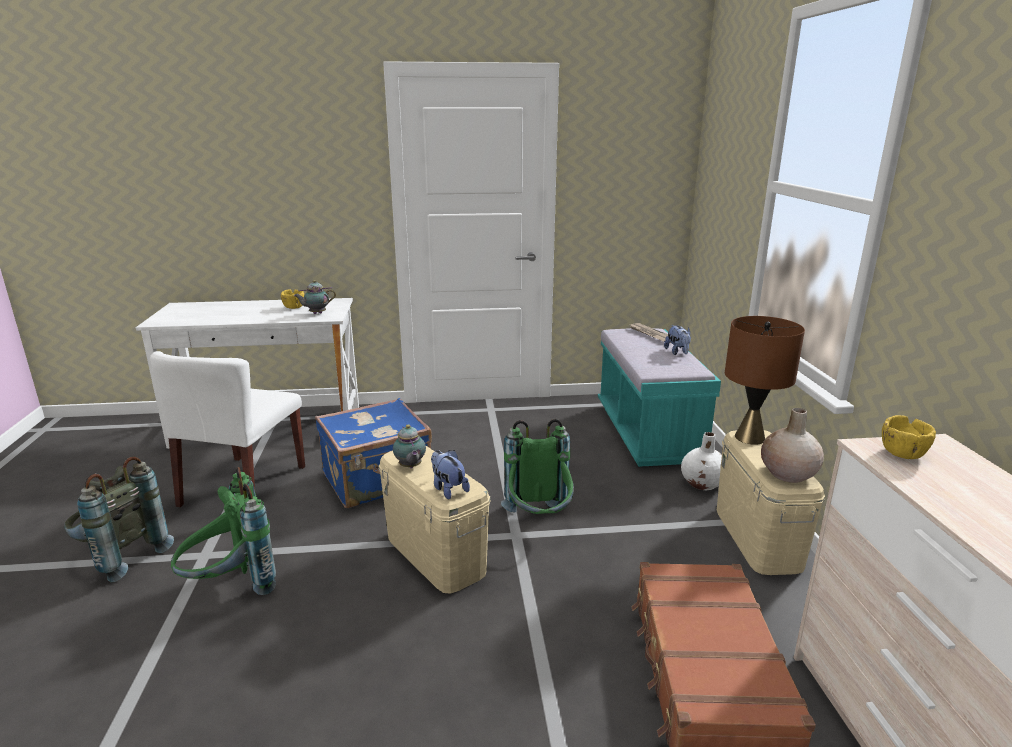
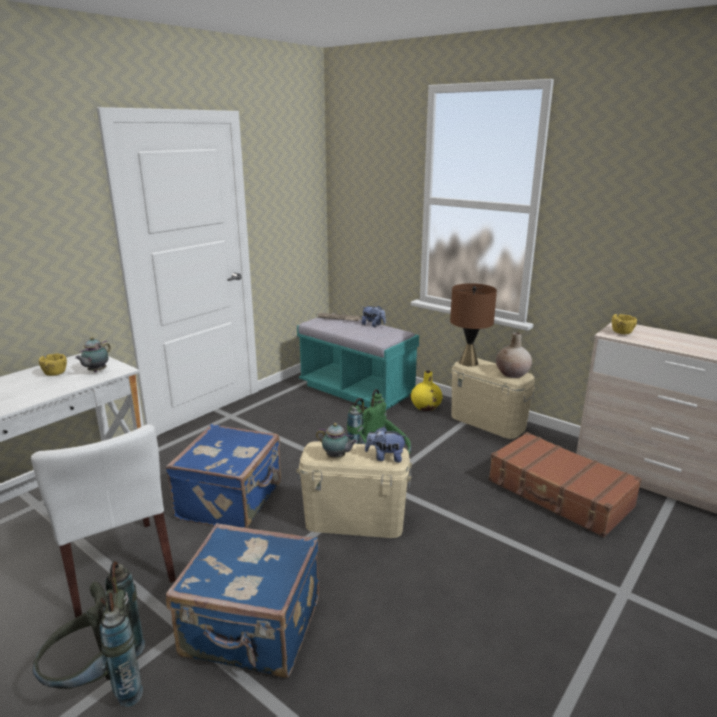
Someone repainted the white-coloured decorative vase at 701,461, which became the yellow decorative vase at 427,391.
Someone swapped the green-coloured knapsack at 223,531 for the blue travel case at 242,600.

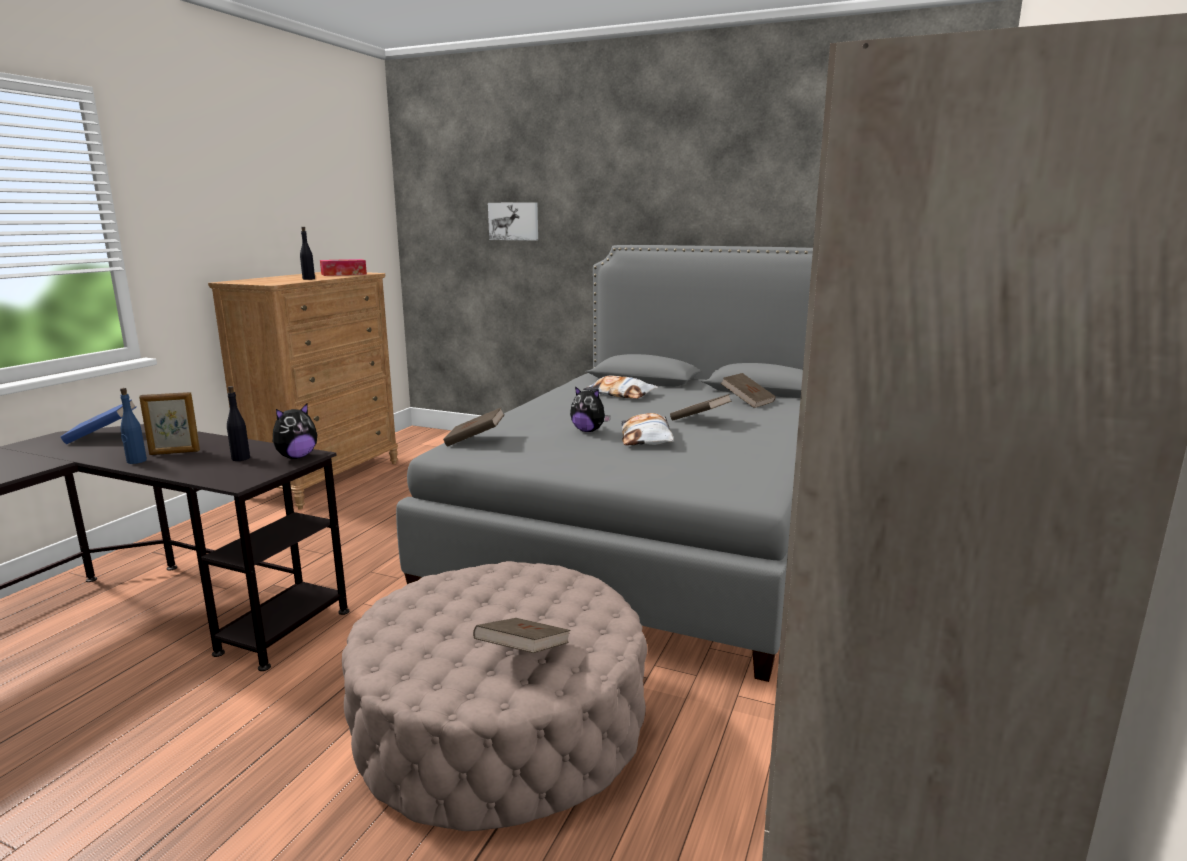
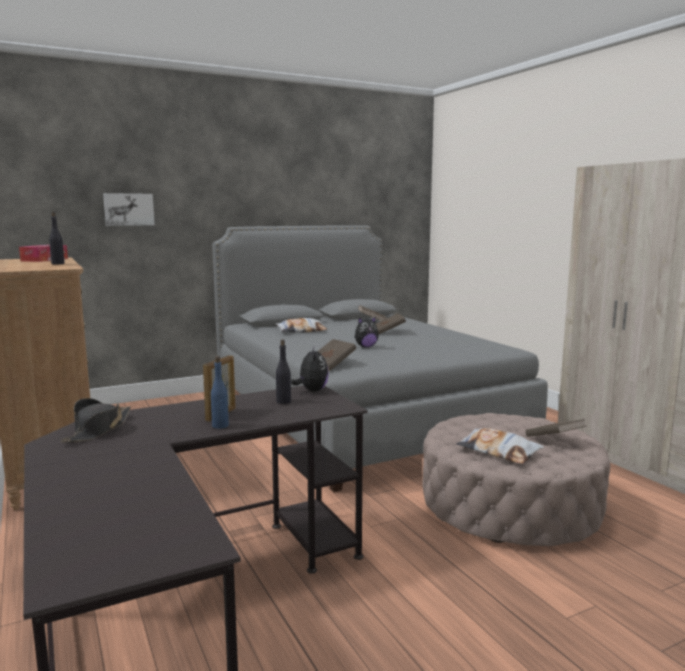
Someone swapped the blue bound book at 99,421 for the black clothing hat at 95,420.
Someone carried the pillow from 648,429 to 500,446.

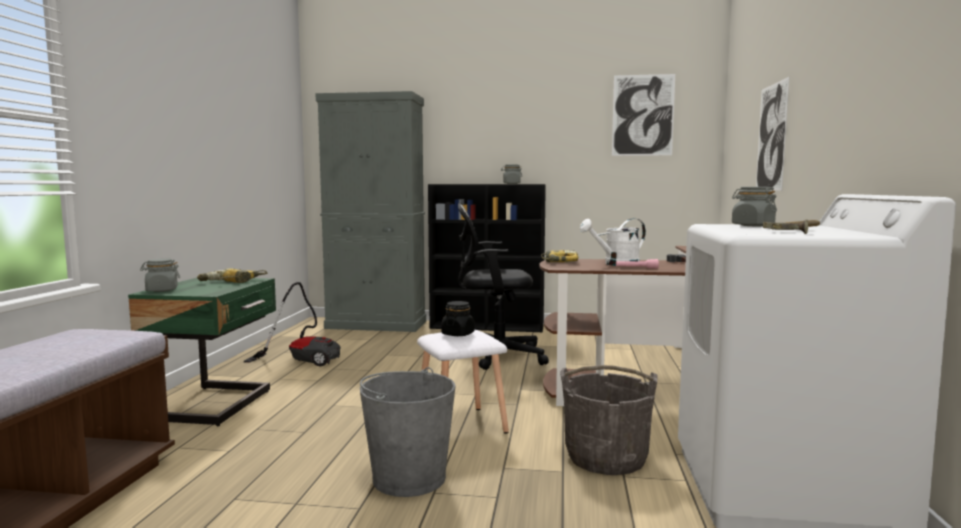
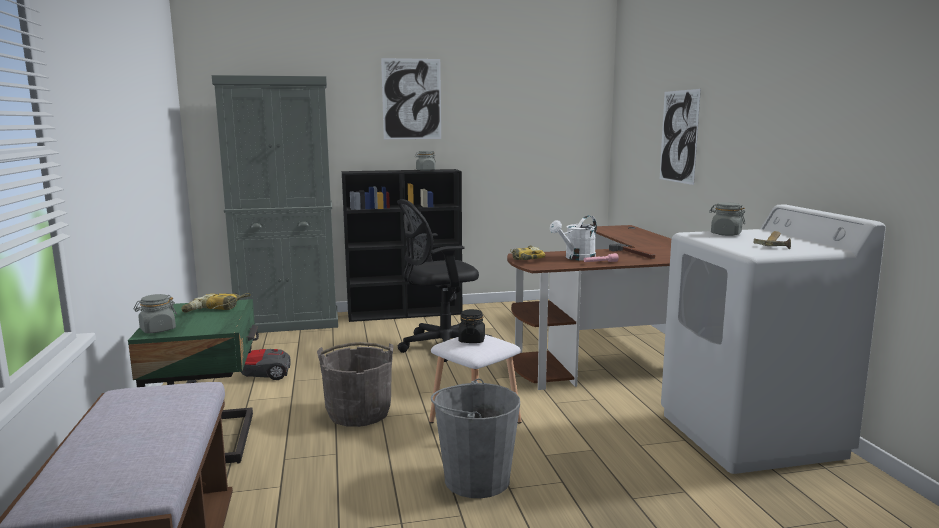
Someone carried the picture from 643,115 to 411,98.
Someone carried the greyish water bucket from 609,420 to 355,384.

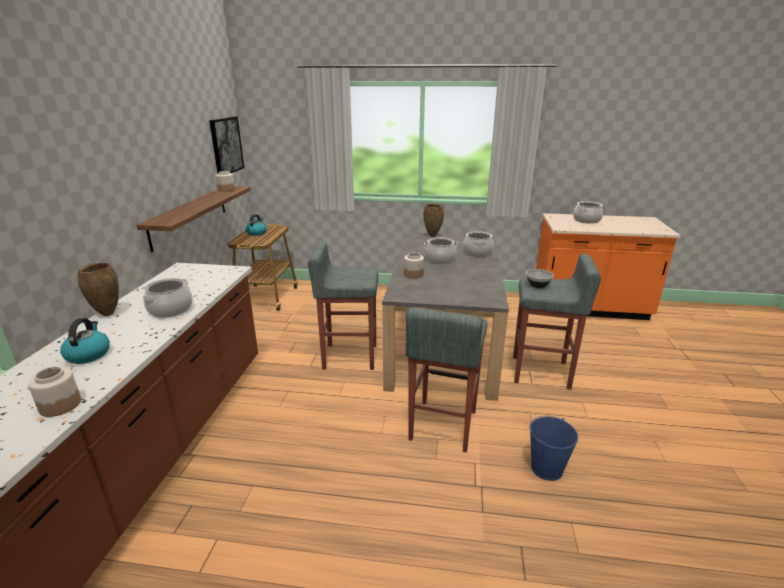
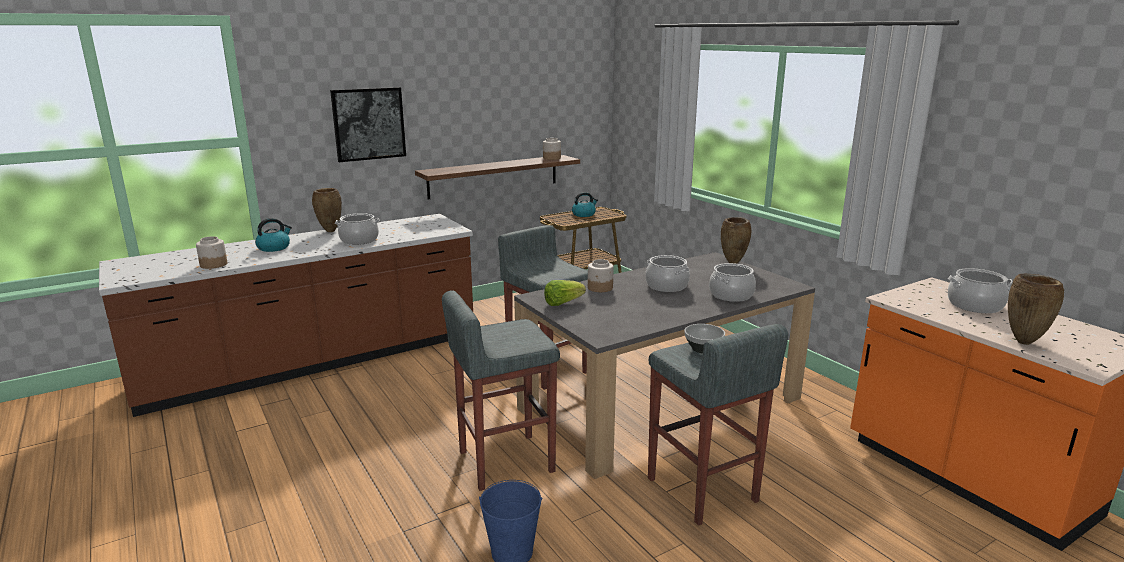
Someone carried the picture from 226,144 to 368,124.
Someone put down the brown decorative vase at 1036,309.
Someone put down the lettuce at 565,293.

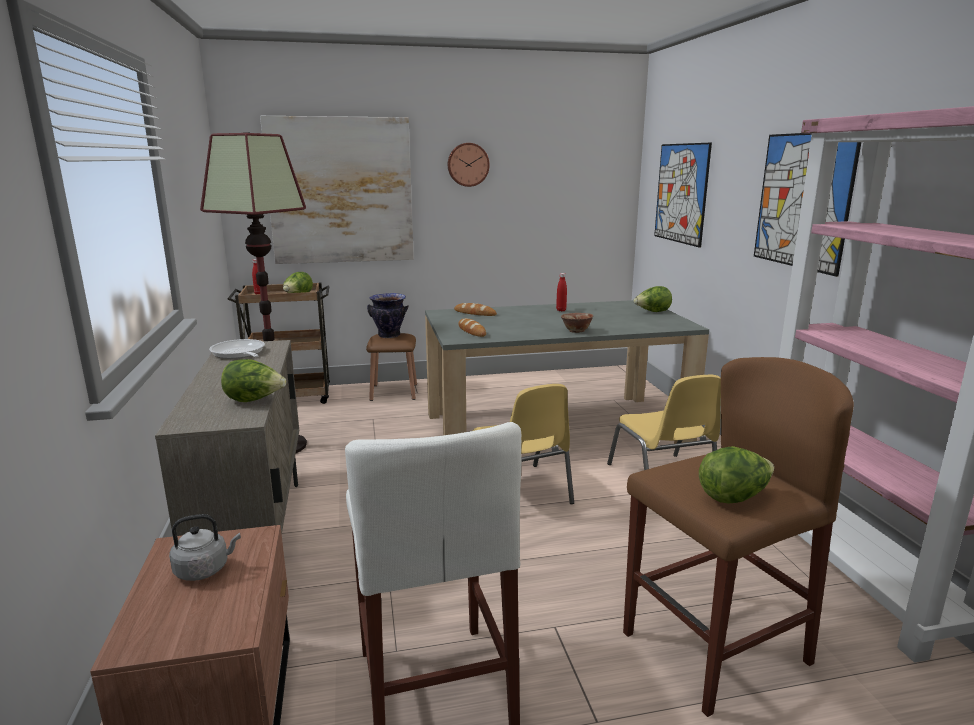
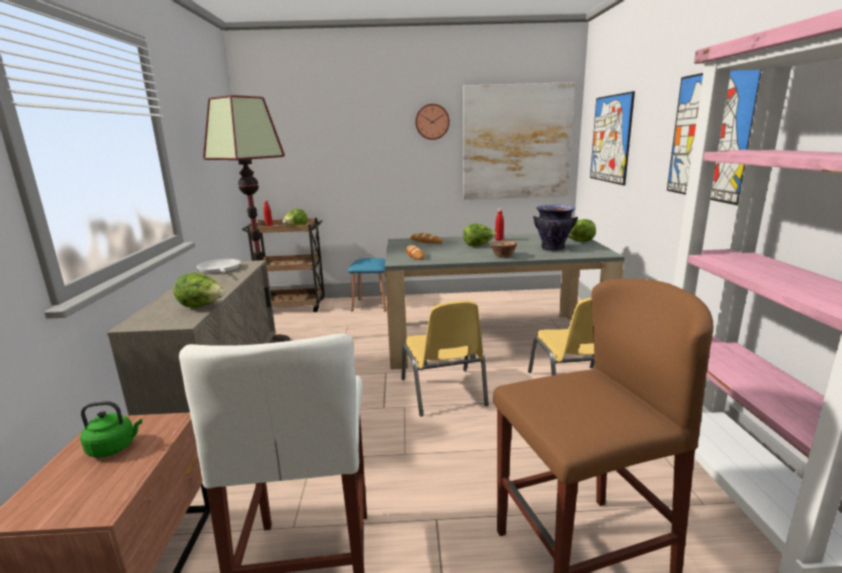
Someone carried the picture from 337,190 to 519,140.
Someone carried the decorative vase from 388,315 to 555,228.
Someone repainted the brown sitting stool at 391,367, which became the blue sitting stool at 367,284.
Someone carried the lettuce from 736,474 to 480,235.
Someone repainted the greyish kettle at 205,547, which became the green-coloured kettle at 111,429.

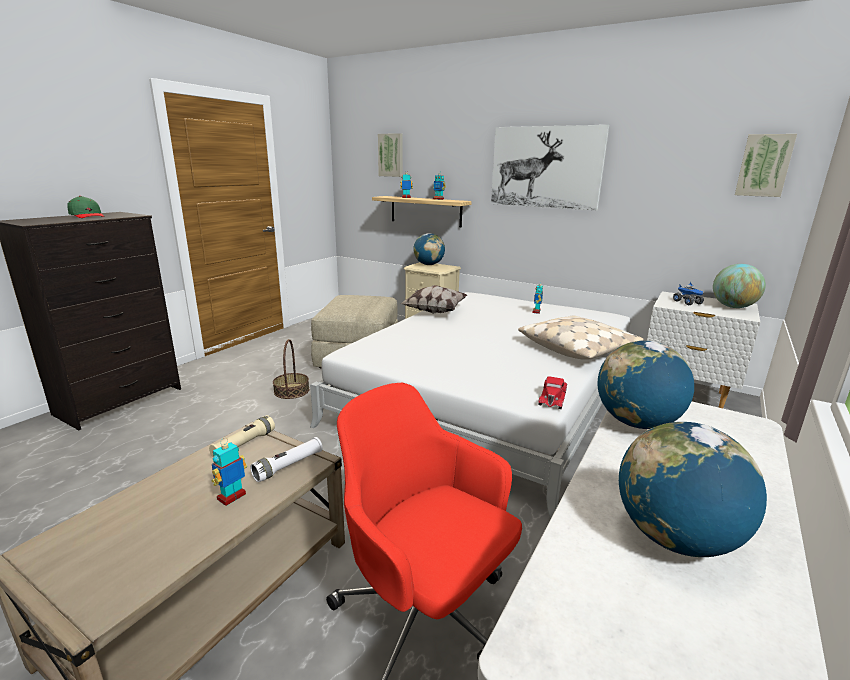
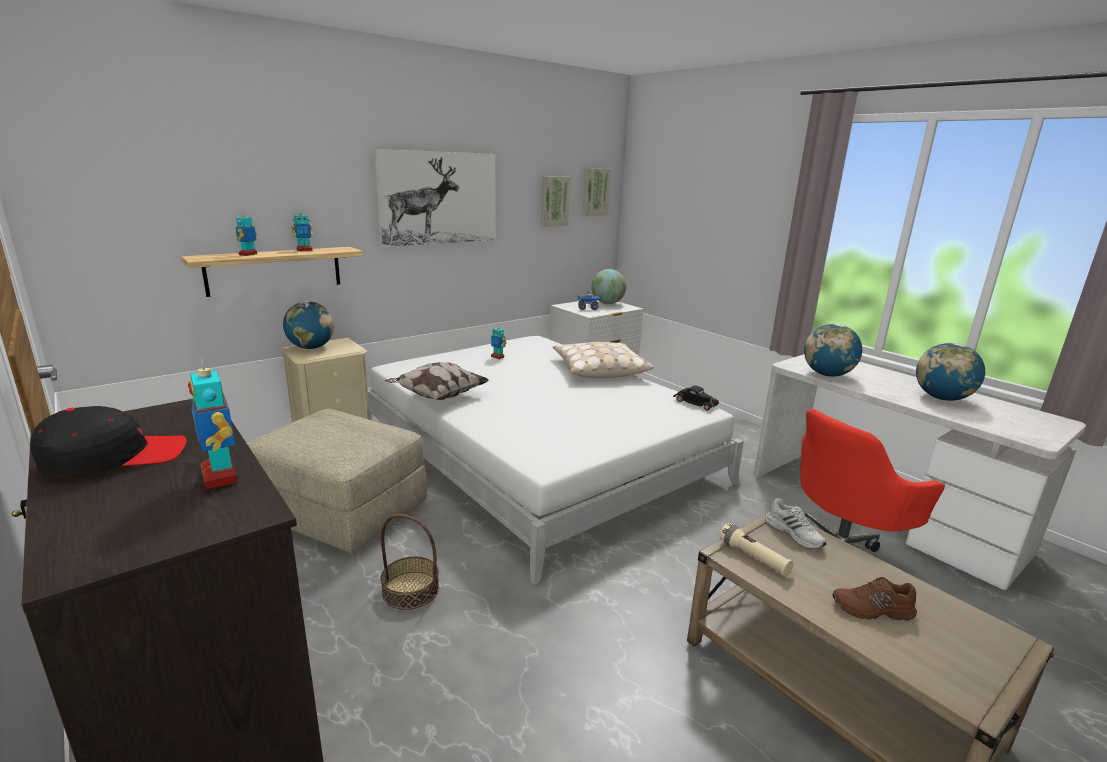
Someone carried the picture from 390,155 to 555,201.
Someone repainted the green-coloured peaked cap at 85,207, which became the black peaked cap at 108,441.
Someone repainted the red-coloured miniature car at 552,393, which became the black miniature car at 696,397.
Someone swapped the white-coloured hand torch at 286,459 for the white-coloured shoe at 795,523.
Someone carried the toy robot from 229,472 to 213,423.
Someone put down the brown shoe at 874,599.

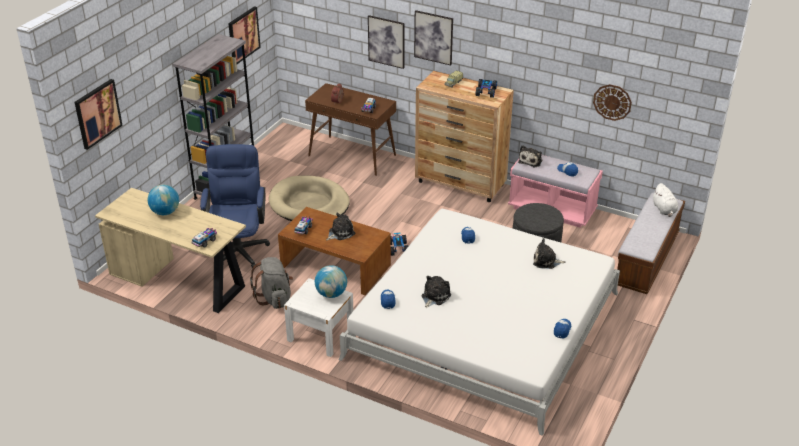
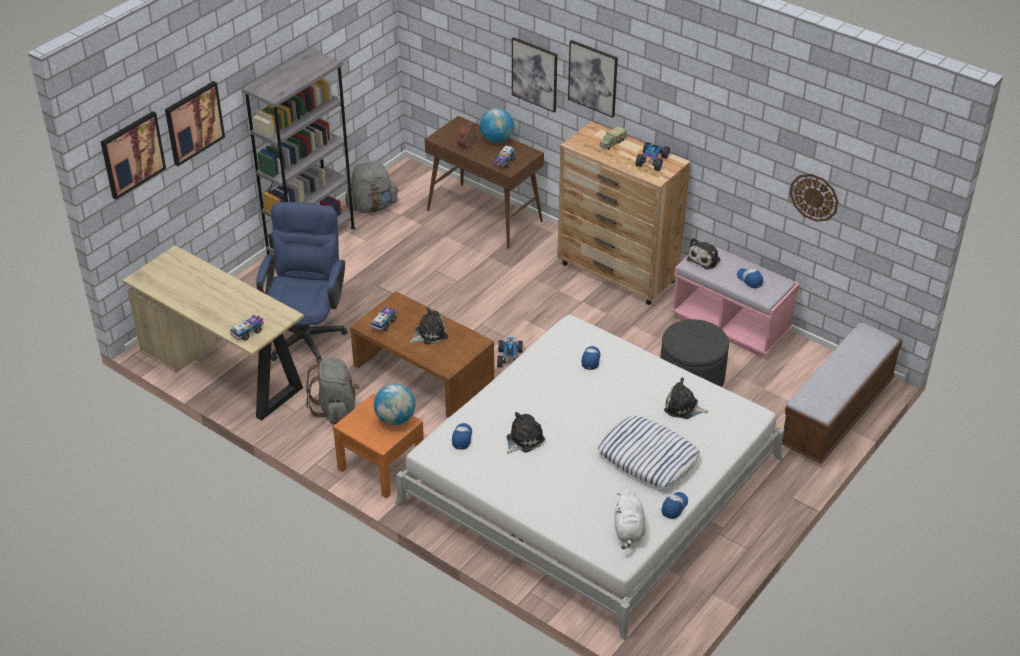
Someone carried the picture from 244,35 to 195,123.
Someone took away the beige dog cushion at 309,198.
Someone carried the white-coloured plush toy from 665,200 to 630,519.
Someone carried the globe from 163,200 to 496,125.
Someone repainted the white-coloured bedside table at 318,317, which became the orange bedside table at 378,446.
Someone put down the greyish knapsack at 372,187.
Someone put down the pillow at 649,452.

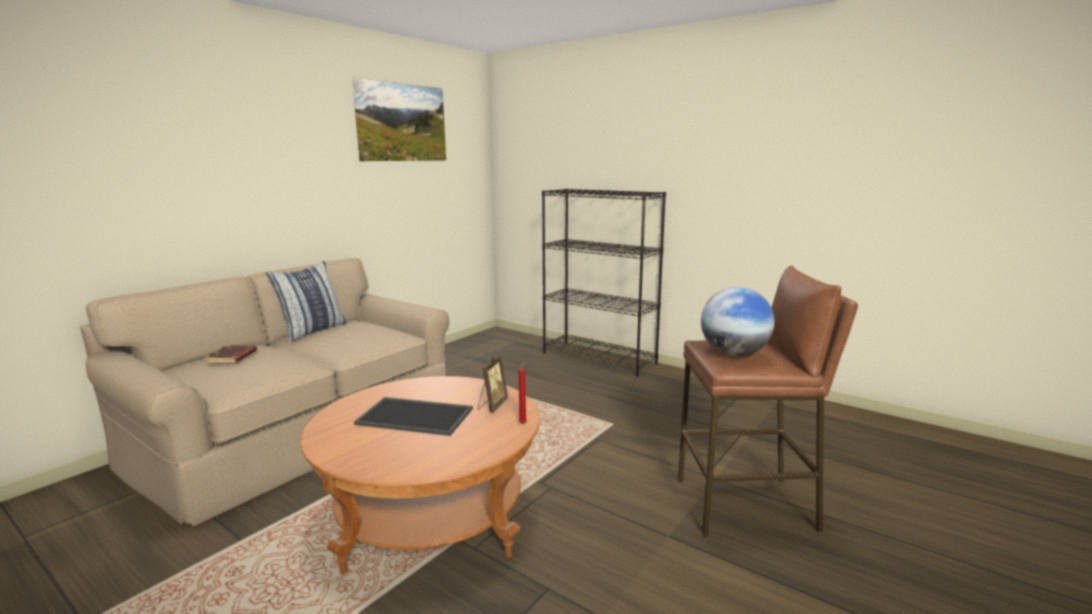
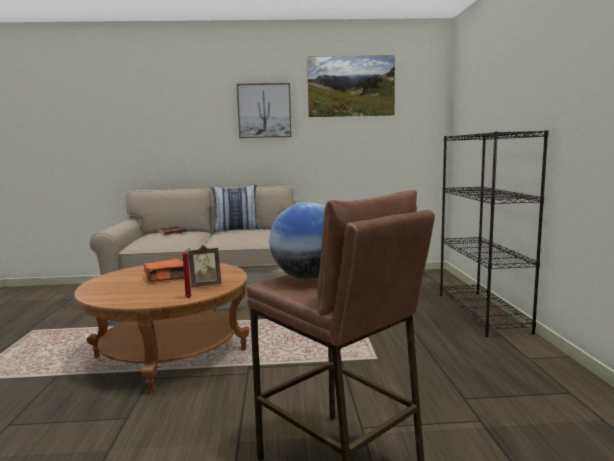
Someone swapped the carrying tray at 413,416 for the orange bound book at 164,270.
Someone put up the picture at 264,110.

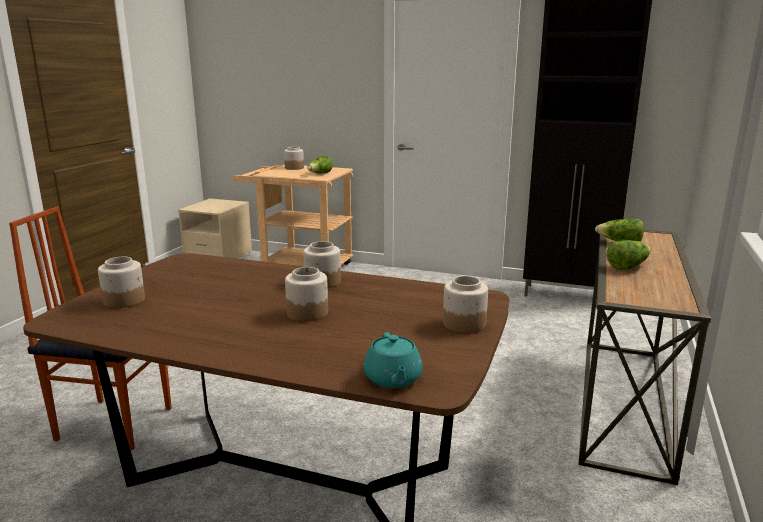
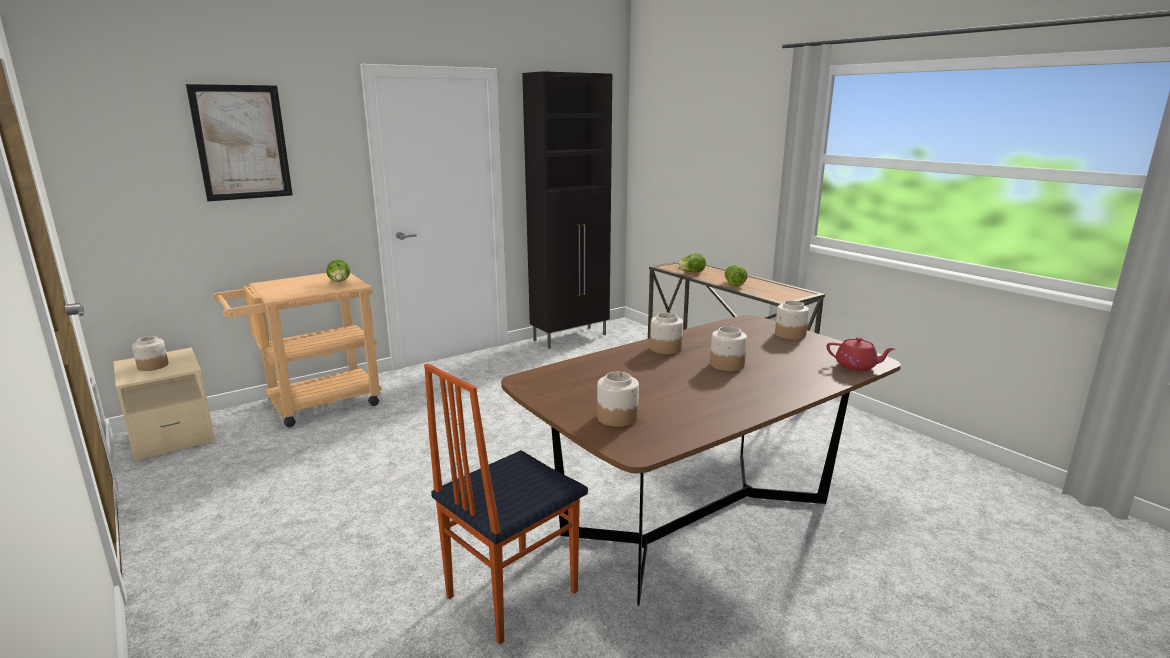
Someone carried the storage jar from 294,158 to 150,353.
Someone repainted the turquoise-coloured tea pot at 393,360, which became the red-coloured tea pot at 861,354.
Someone put up the picture at 239,142.

